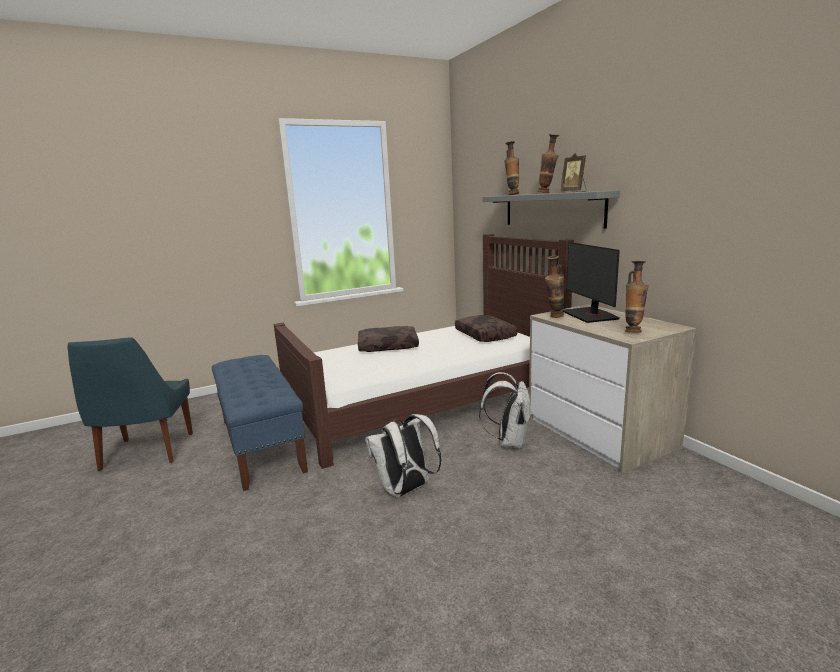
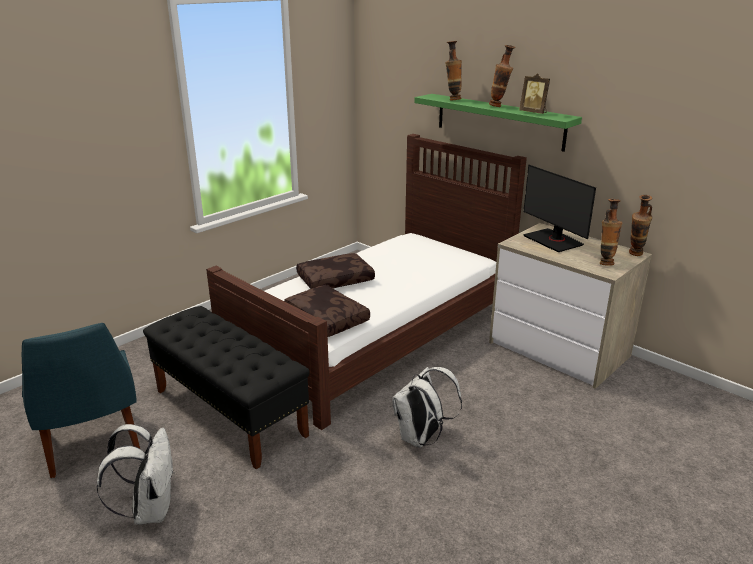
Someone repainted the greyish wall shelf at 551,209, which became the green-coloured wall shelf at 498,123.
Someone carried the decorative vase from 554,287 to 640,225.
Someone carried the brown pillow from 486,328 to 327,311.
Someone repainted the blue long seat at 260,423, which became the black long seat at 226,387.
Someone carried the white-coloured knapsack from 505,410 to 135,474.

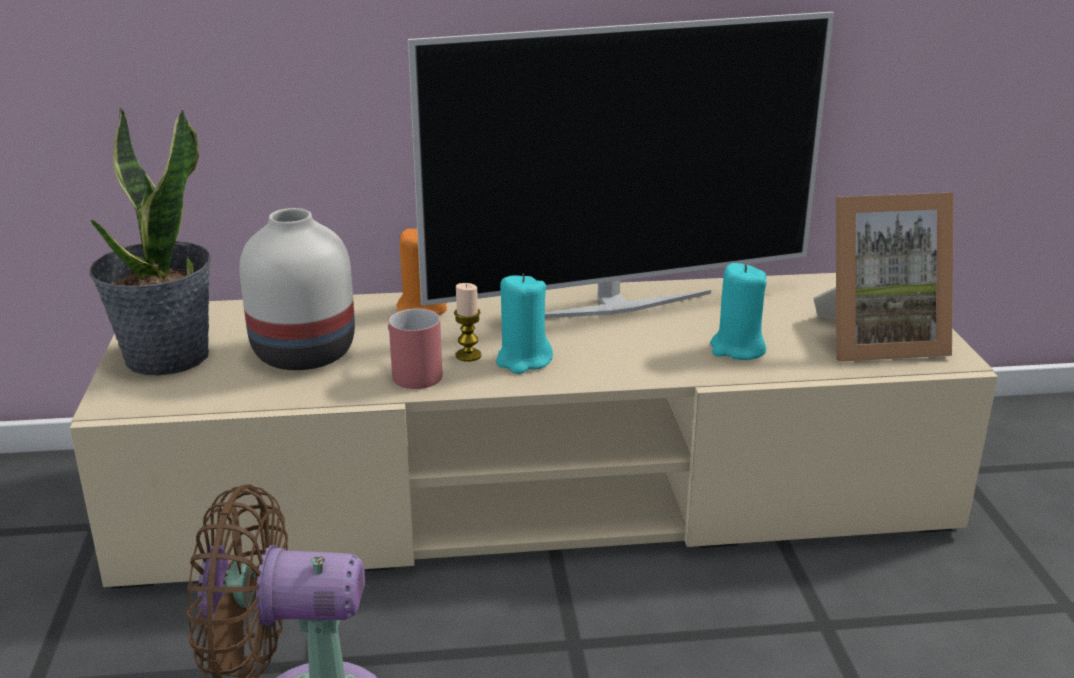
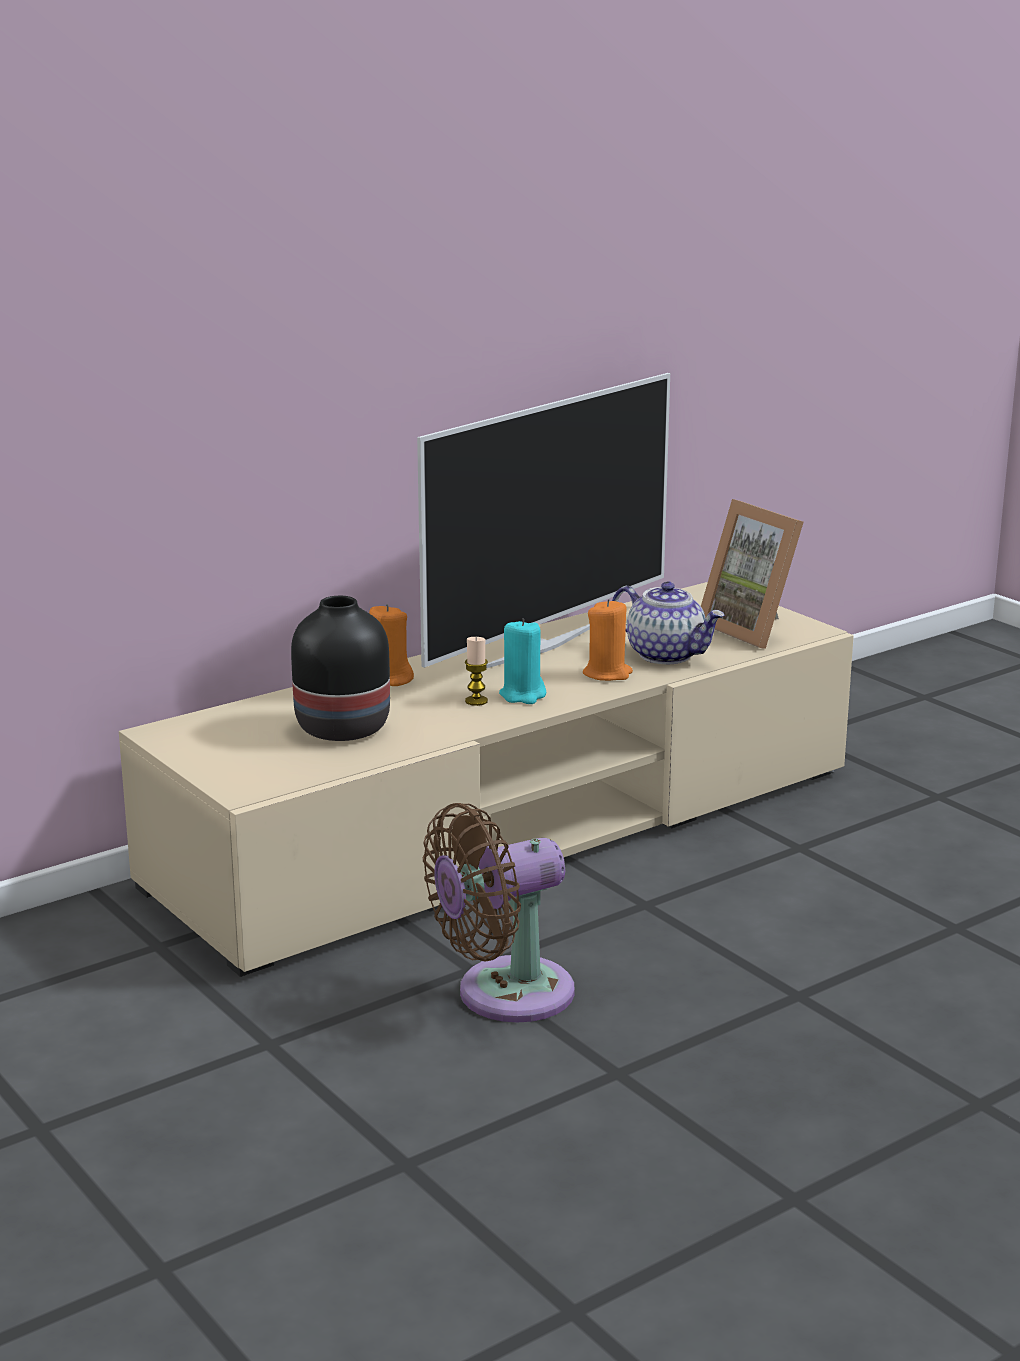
Someone took away the houseplant at 150,241.
Someone rotated the picture frame at 883,277 by 90 degrees clockwise.
Someone repainted the white-coloured decorative vase at 297,289, which became the black decorative vase at 340,668.
Someone swapped the turquoise-coloured candle at 738,311 for the tea pot at 668,623.
Someone took away the red-coloured mug at 415,349.
Someone put down the orange candle at 608,640.

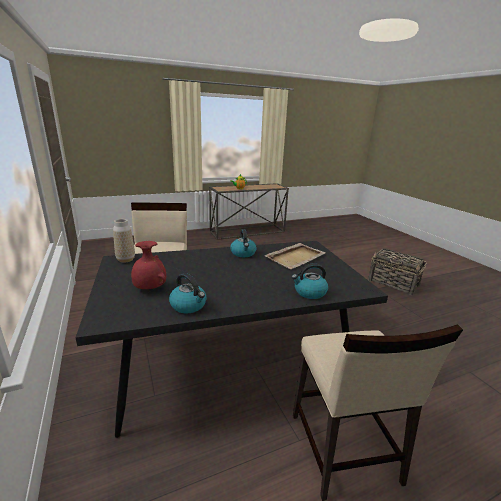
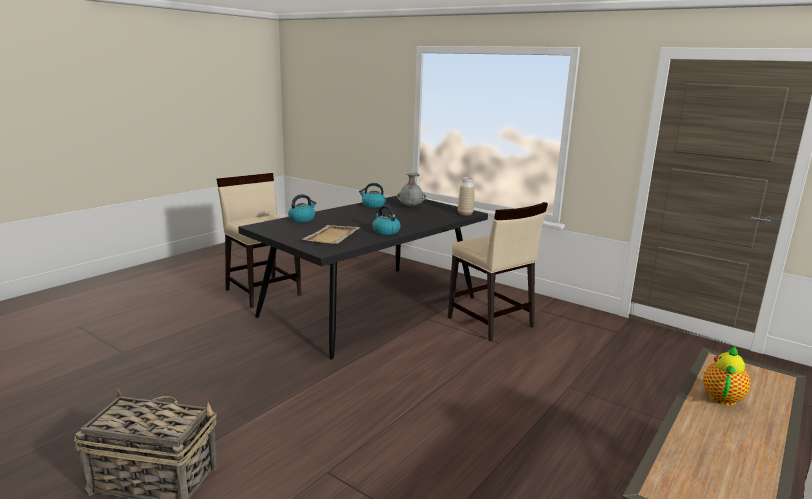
Someone repainted the red-coloured decorative vase at 148,265, which became the greyish decorative vase at 411,189.

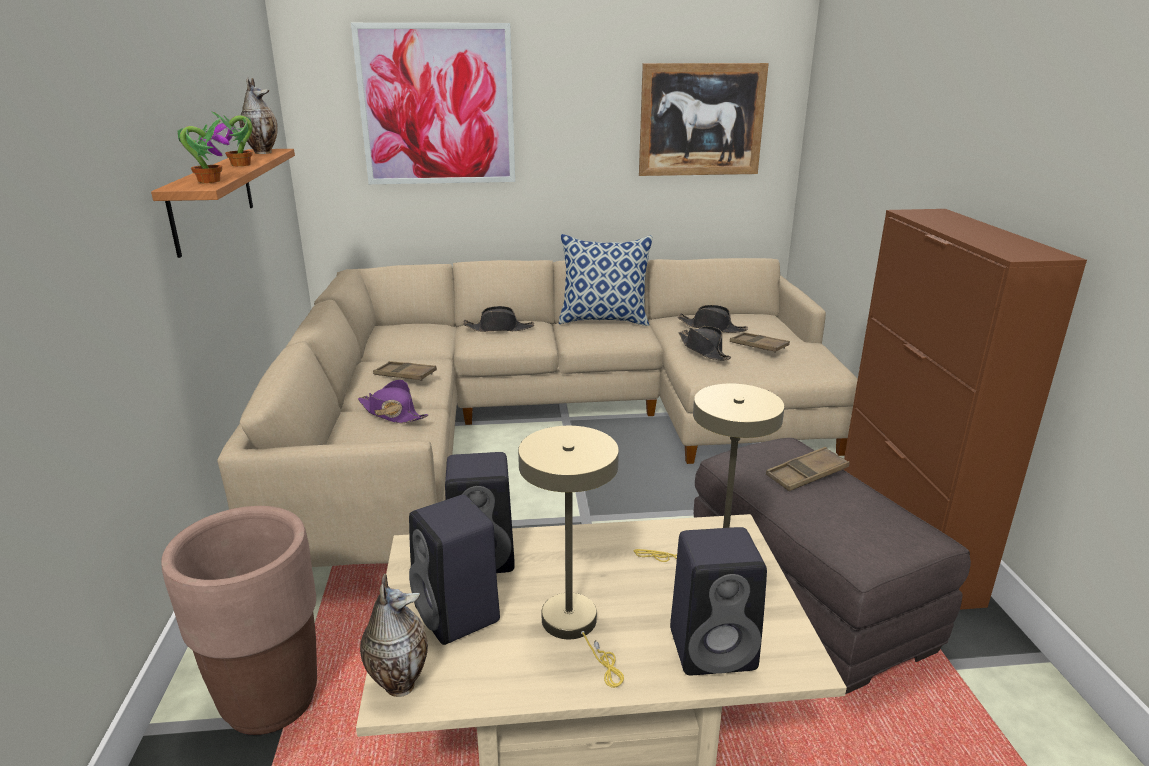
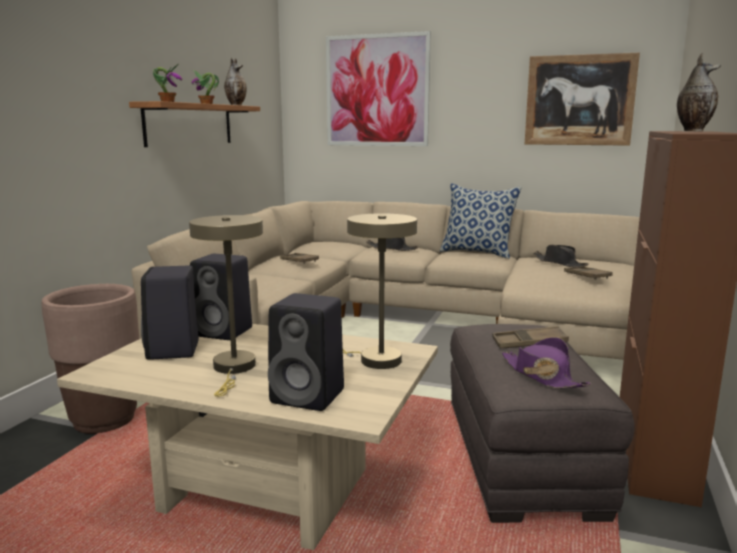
Someone took away the black clothing hat at 705,343.
Someone carried the purple clothing hat from 393,401 to 546,363.
Someone carried the decorative vase from 394,635 to 699,92.

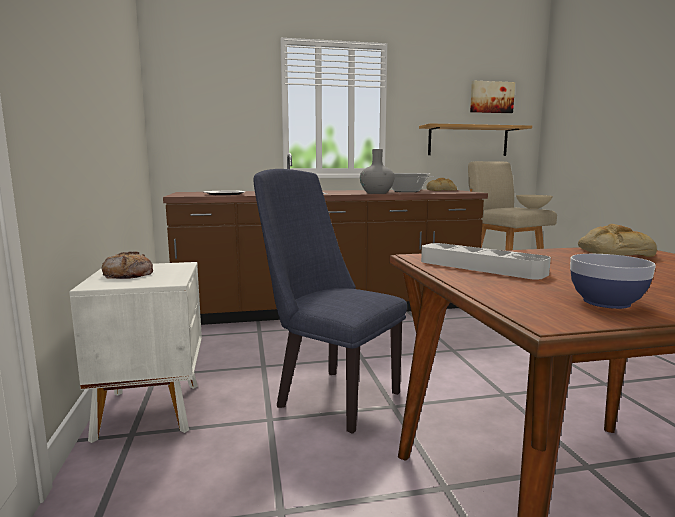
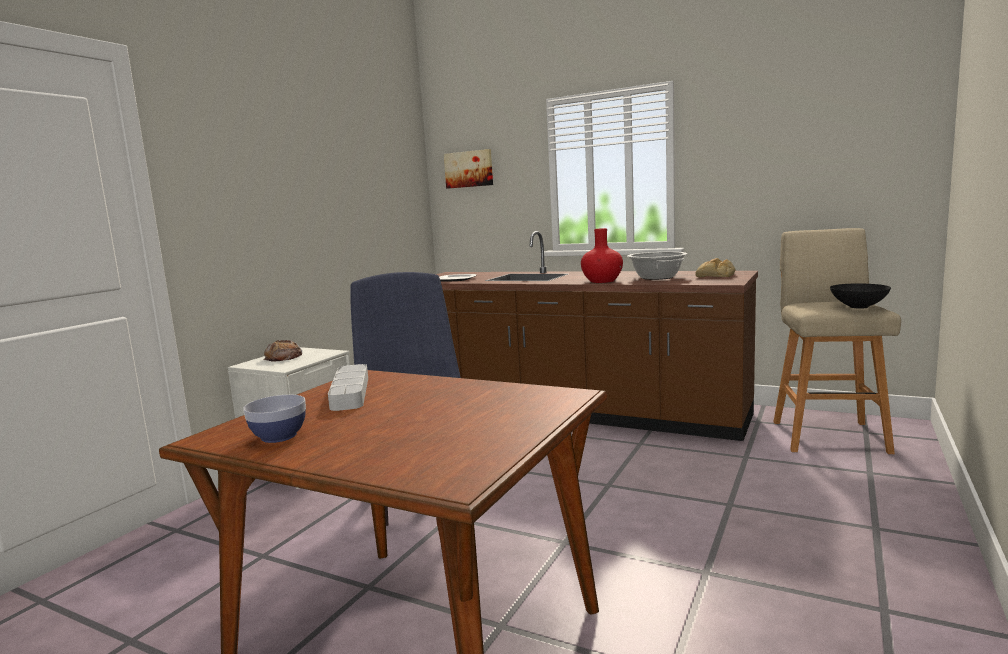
Someone carried the picture from 492,97 to 468,169.
Someone took away the wall shelf at 475,139.
Someone repainted the greyish decorative vase at 377,171, which became the red-coloured decorative vase at 602,255.
Someone repainted the beige bowl at 534,202, which became the black bowl at 860,296.
Someone took away the baked bread at 617,240.

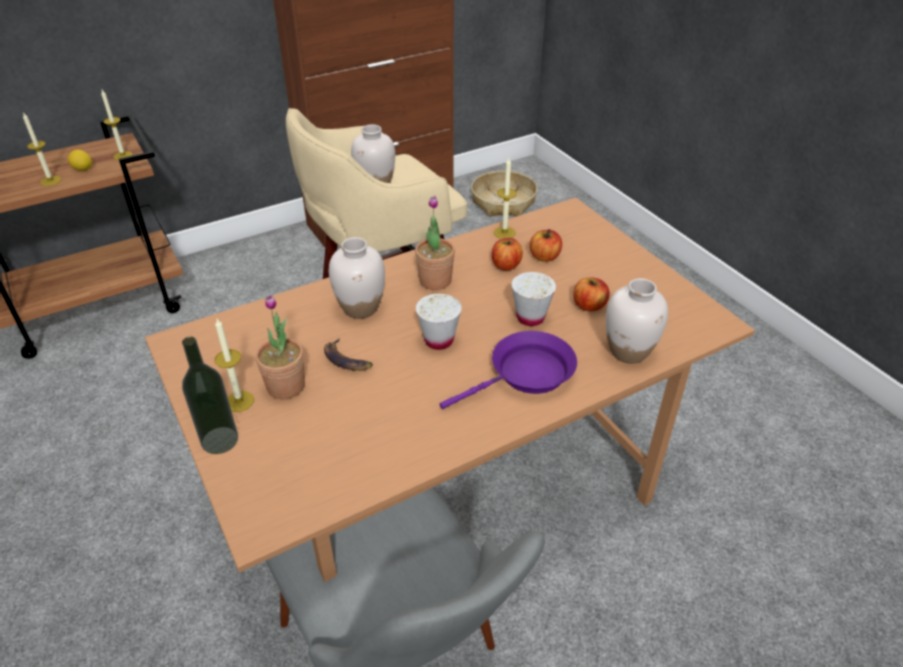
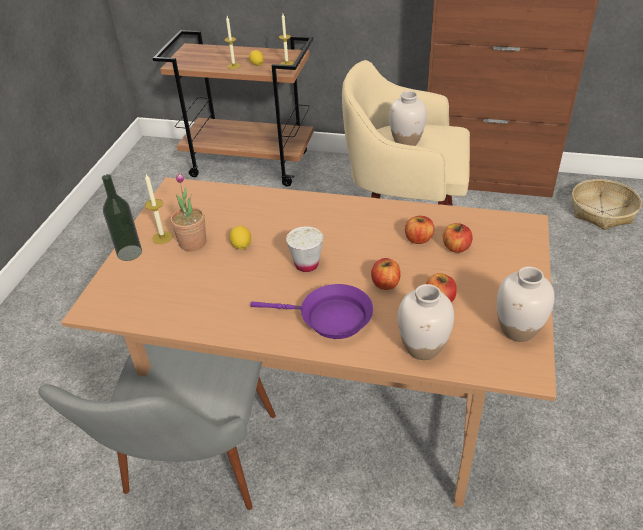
Someone took away the candle at 505,198.
Someone took away the houseplant at 435,242.
Someone carried the white-coloured decorative vase from 357,278 to 526,304.
Someone swapped the white-coloured small cup at 534,299 for the whole apple at 386,274.
Someone swapped the banana at 348,354 for the whole lemon at 240,237.

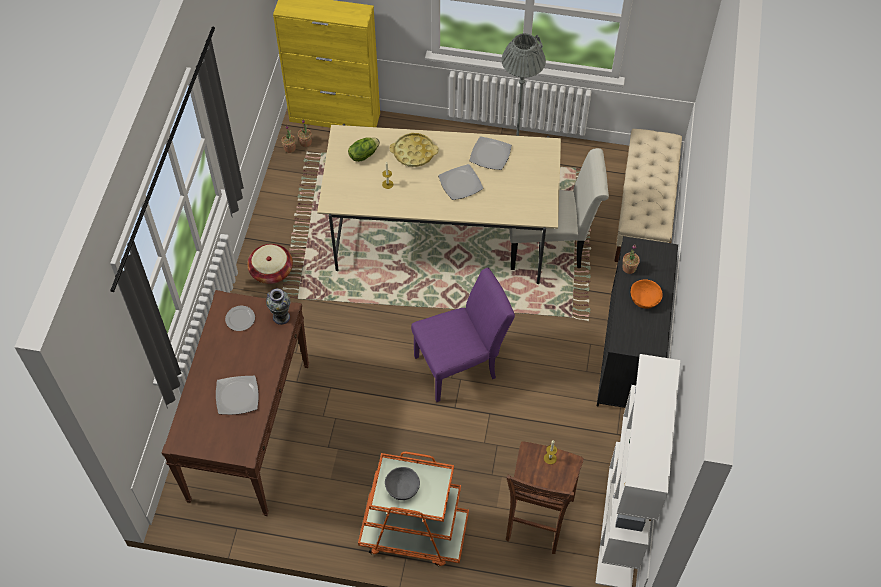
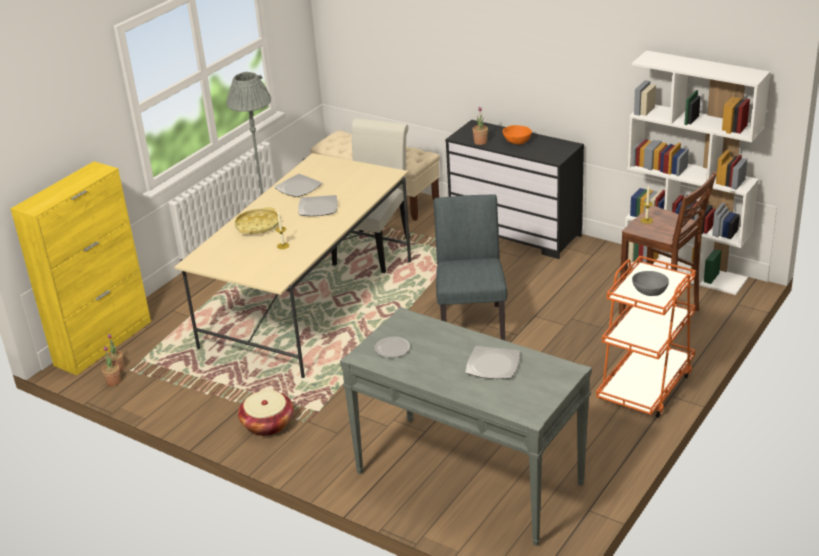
Someone took away the lettuce at 364,149.
Someone repainted the purple plain chair at 463,335, which became the greyish plain chair at 470,267.
Someone took away the decorative vase at 278,306.
Someone repainted the brown hall table at 235,403, which became the greyish hall table at 466,426.

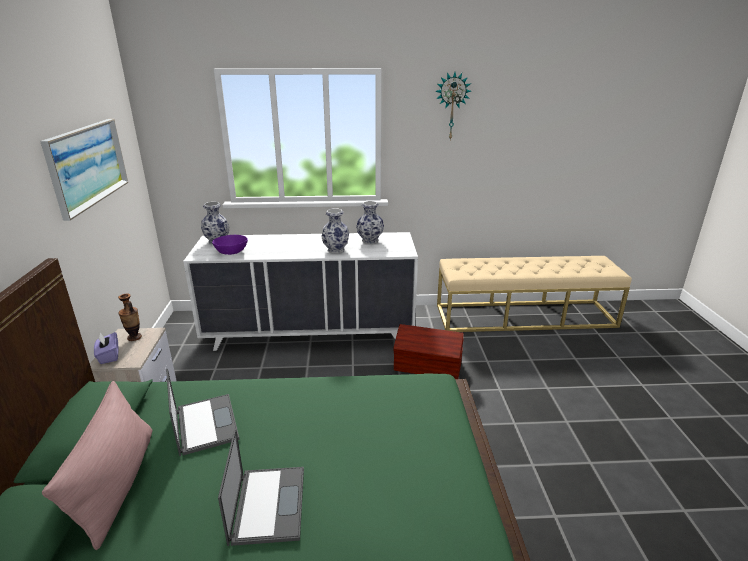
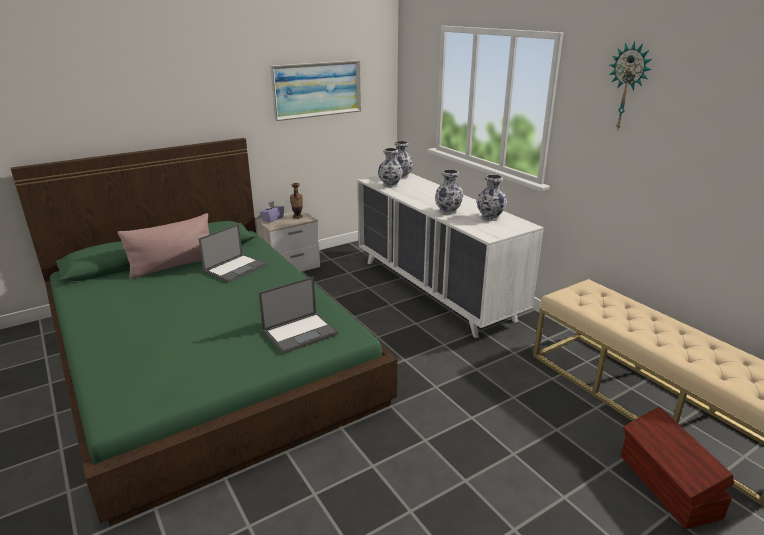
Someone swapped the purple bowl at 230,245 for the decorative vase at 391,168.
Someone carried the brown storage container from 428,351 to 677,468.
Someone carried the portable computer from 261,487 to 298,315.

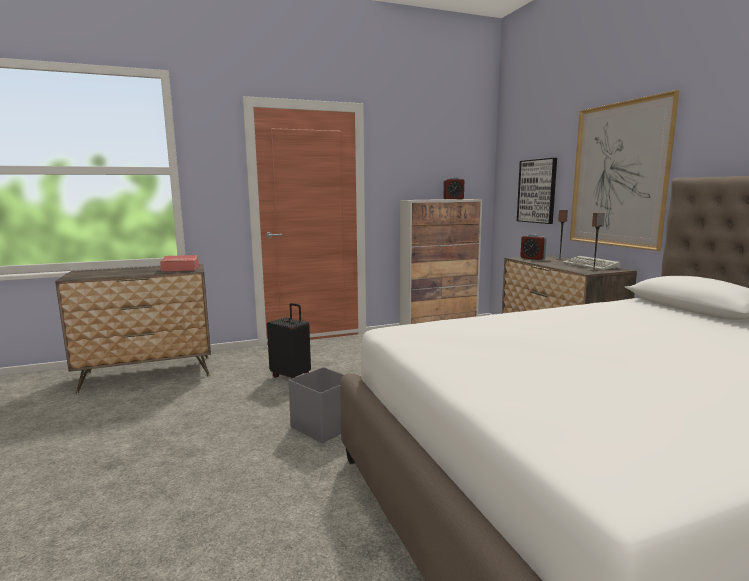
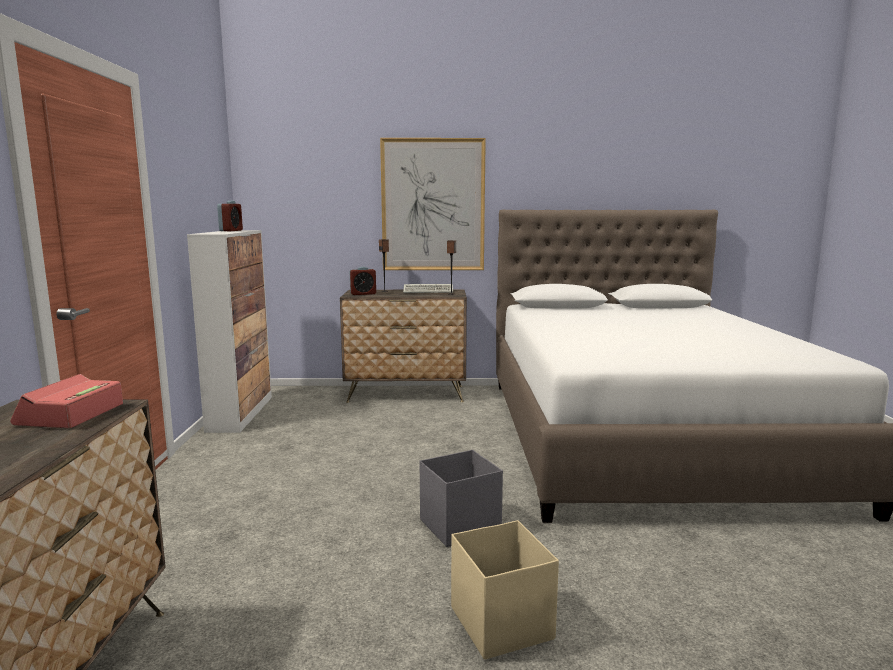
Someone took away the picture at 537,191.
Someone took away the black travel case at 289,341.
Someone put down the beige storage container at 505,590.

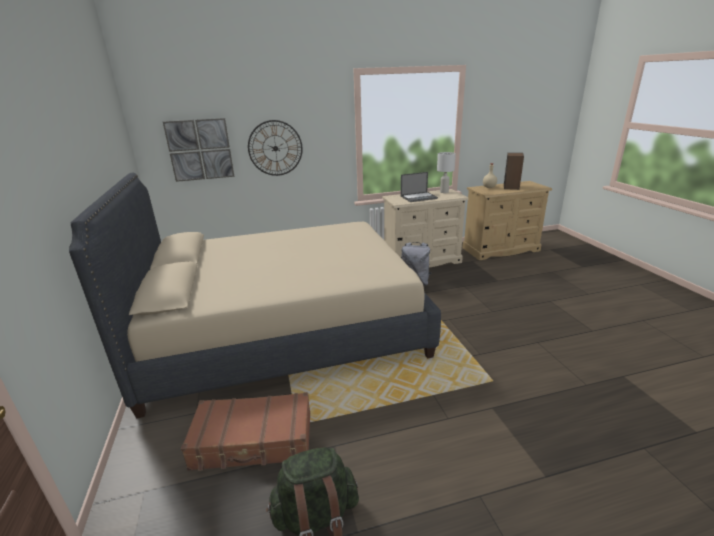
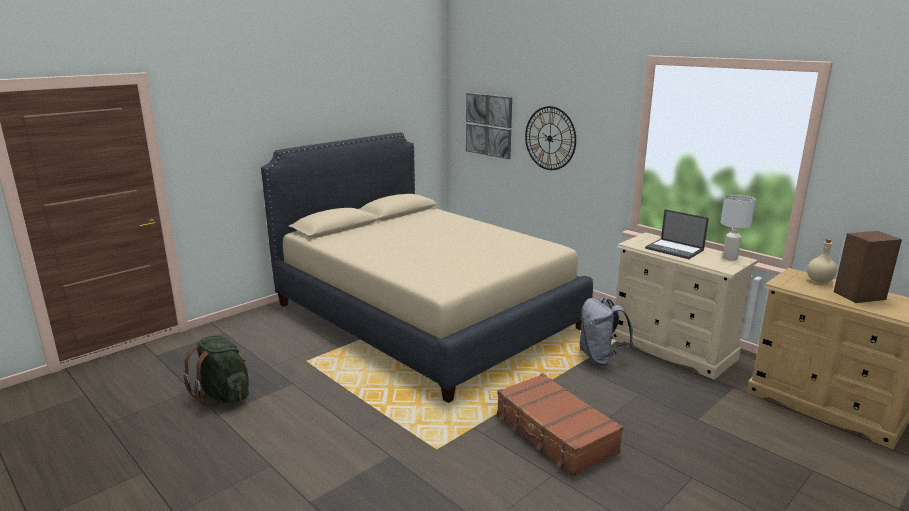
Someone carried the brown travel case from 245,431 to 560,424.

